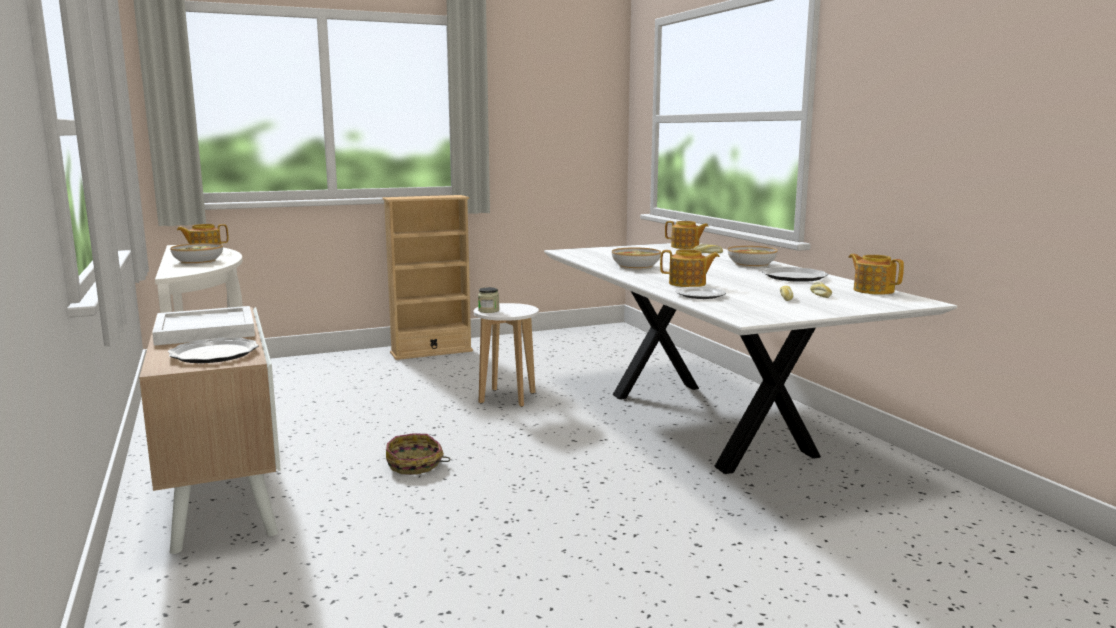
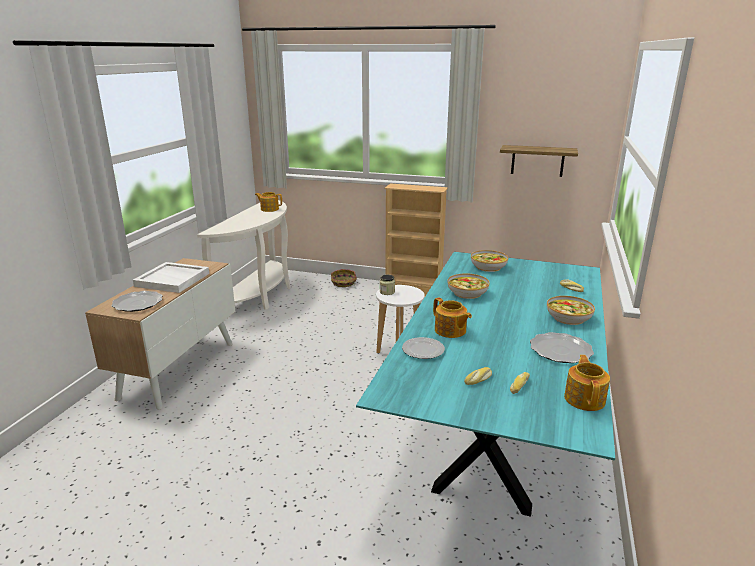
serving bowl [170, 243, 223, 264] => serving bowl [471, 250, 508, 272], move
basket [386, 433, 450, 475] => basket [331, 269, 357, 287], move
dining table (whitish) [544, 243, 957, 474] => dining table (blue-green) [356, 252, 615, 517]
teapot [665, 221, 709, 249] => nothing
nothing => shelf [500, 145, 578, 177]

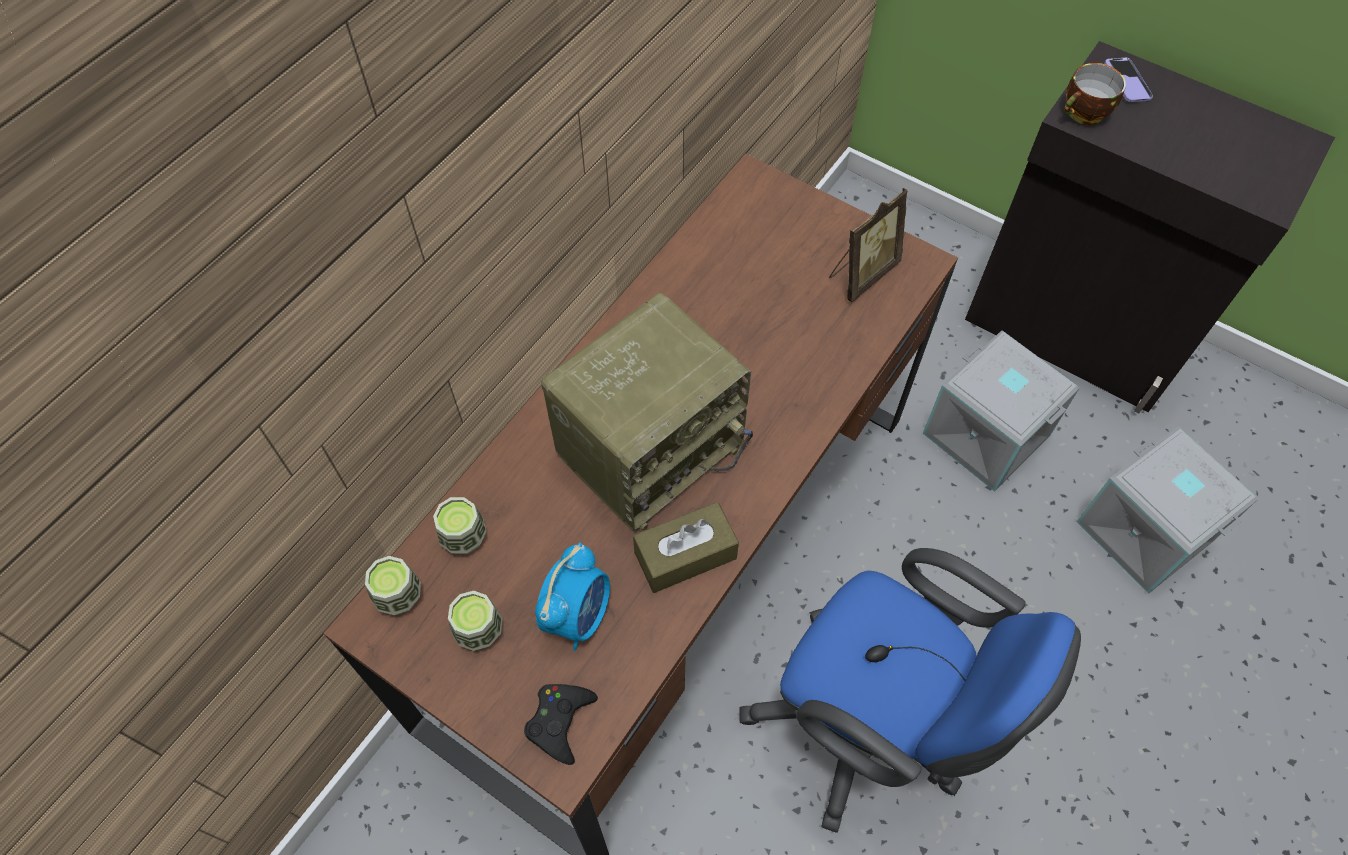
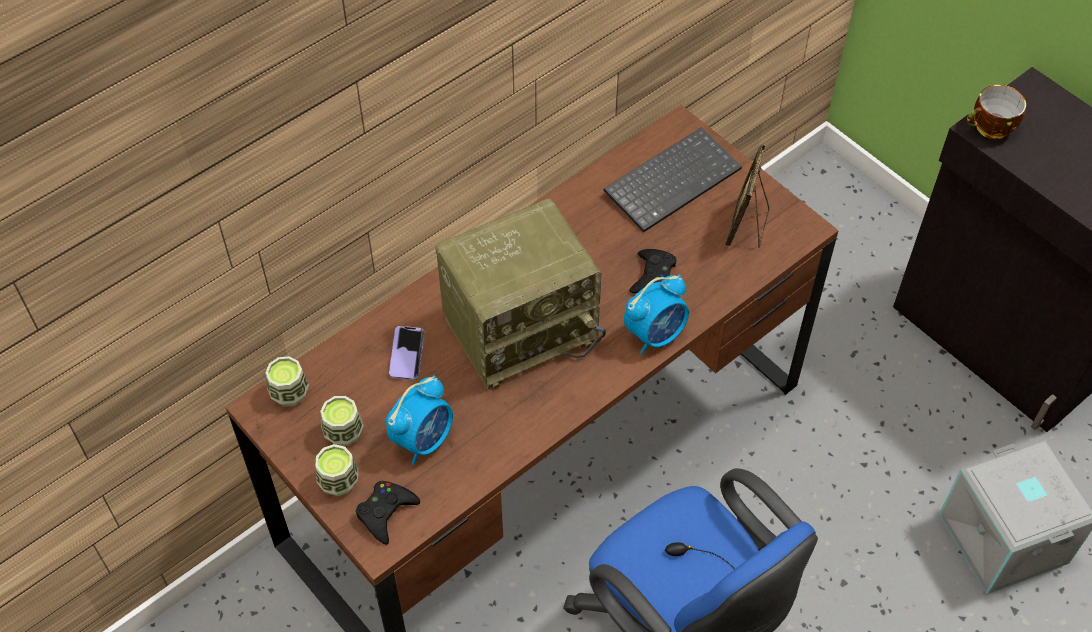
cup [433, 497, 487, 554] => cup [316, 444, 358, 496], move
tissue box (brown) [633, 502, 739, 593] => nothing
photo frame [829, 188, 908, 302] => photo frame [725, 144, 769, 248], 135 degrees clockwise
storage bin (gray) [923, 330, 1080, 491] => nothing
telephone [1104, 58, 1153, 102] => telephone [389, 326, 424, 380], move
nothing => PC keyboard [603, 127, 742, 232]
nothing => alarm clock [624, 274, 689, 355]
nothing => game controller (black) [629, 249, 676, 293]

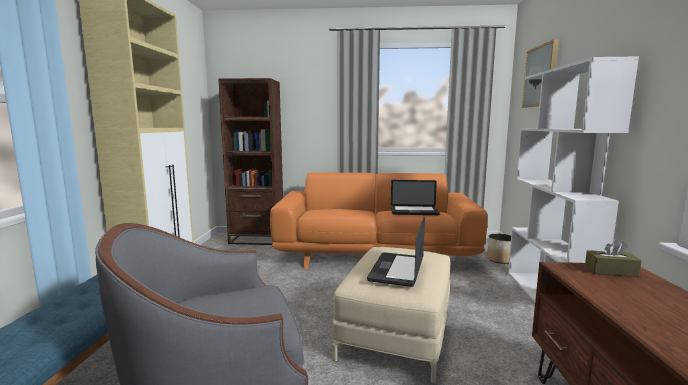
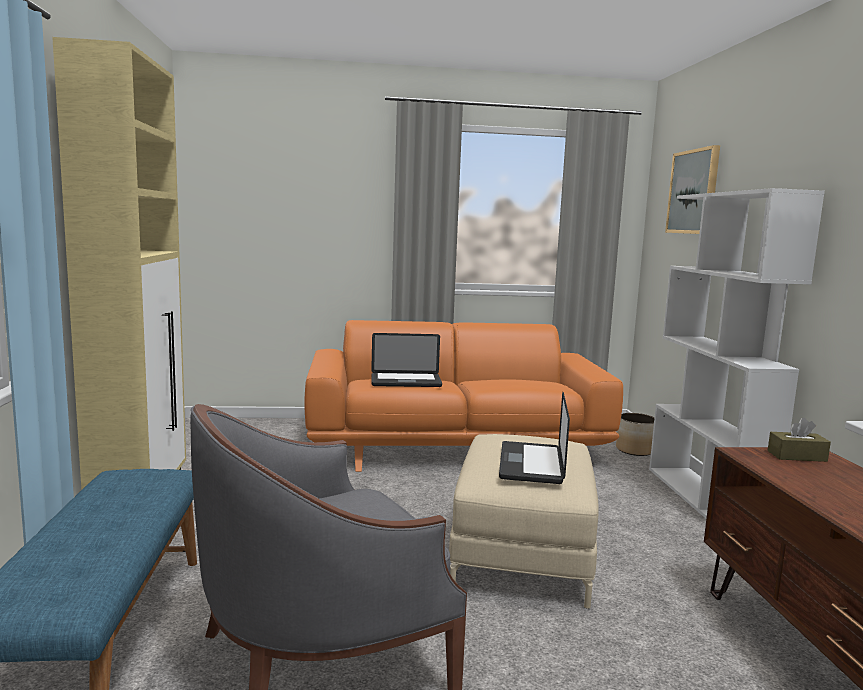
bookshelf (brown) [218, 78, 283, 245] => nothing
notebook computer [391, 180, 440, 215] => notebook computer [371, 333, 442, 387], move

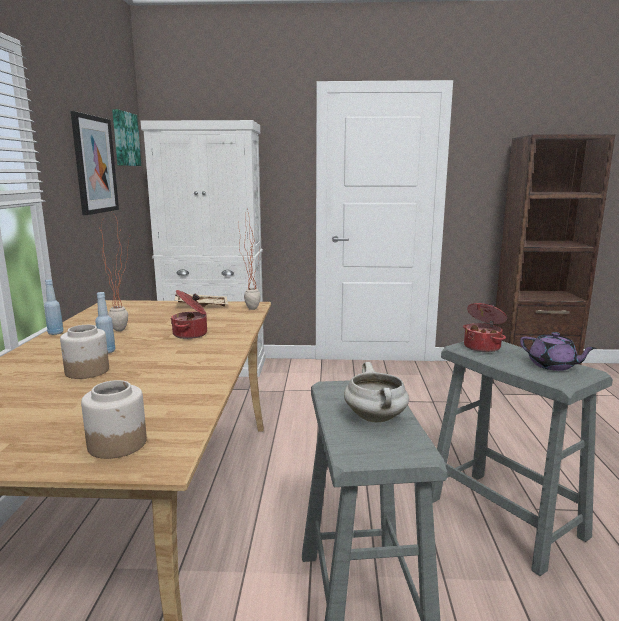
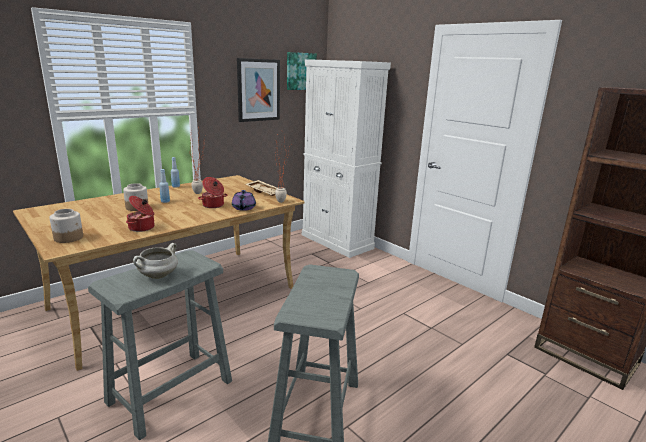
saucepot [463, 303, 507, 352] => saucepot [126, 196, 155, 232], move
teapot (purple) [520, 332, 597, 371] => teapot (purple) [232, 190, 256, 211], move

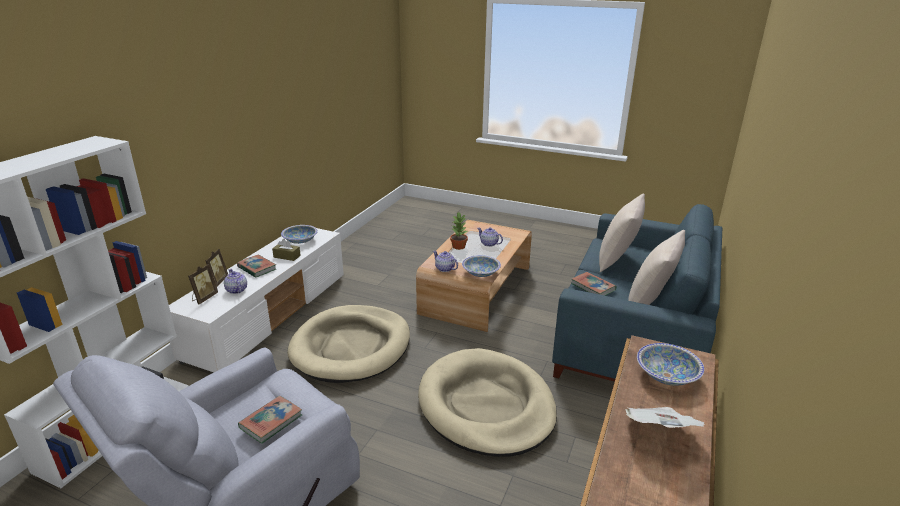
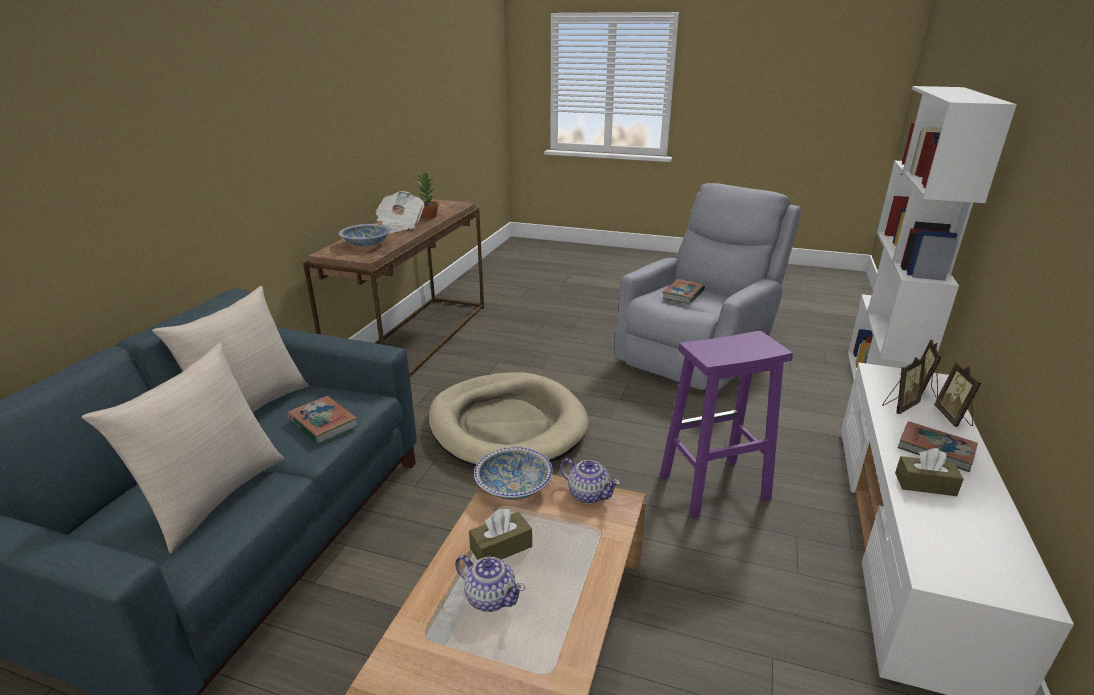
teapot [224, 269, 247, 294] => photo frame [882, 356, 926, 414]
serving bowl [281, 225, 318, 244] => nothing
pet bed (sand-coloured) [287, 305, 410, 383] => stool (purple) [660, 331, 793, 519]
plant in a pot [450, 212, 468, 250] => plant in a pot [416, 172, 439, 219], move
nothing => tissue box (brown) [469, 509, 532, 560]

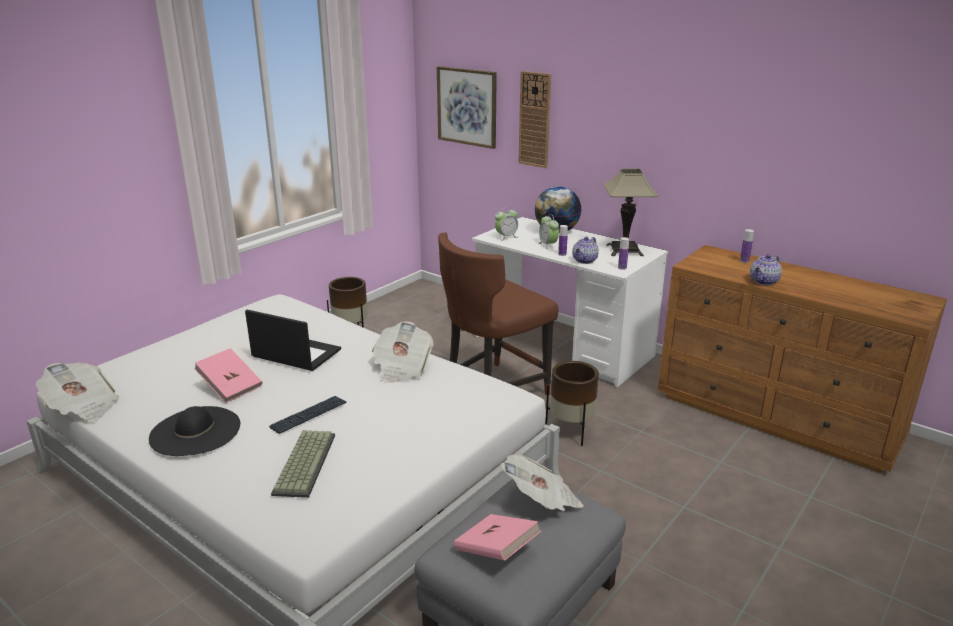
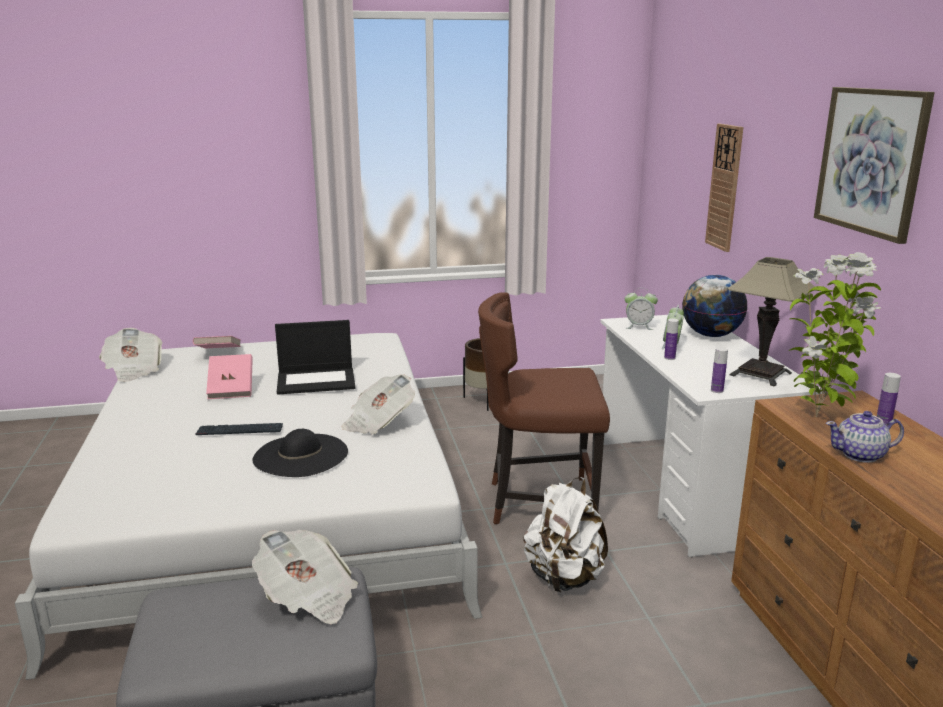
wearable hat (black) [149, 406, 240, 456] => wearable hat (black) [252, 429, 348, 477], move
notebook computer [245, 310, 341, 371] => notebook computer [275, 320, 355, 395], 105 degrees clockwise
PC keyboard [271, 430, 335, 498] => nothing
wall art [437, 66, 497, 149] => wall art [814, 87, 935, 244], move
bound book (pinkish) [454, 514, 541, 561] => bound book (pinkish) [193, 336, 241, 348], move
planter (brown) [546, 361, 599, 446] => backpack (whitish) [523, 477, 608, 592]
teapot [572, 237, 599, 264] => nothing
nothing => plant in a pot [789, 252, 881, 417]

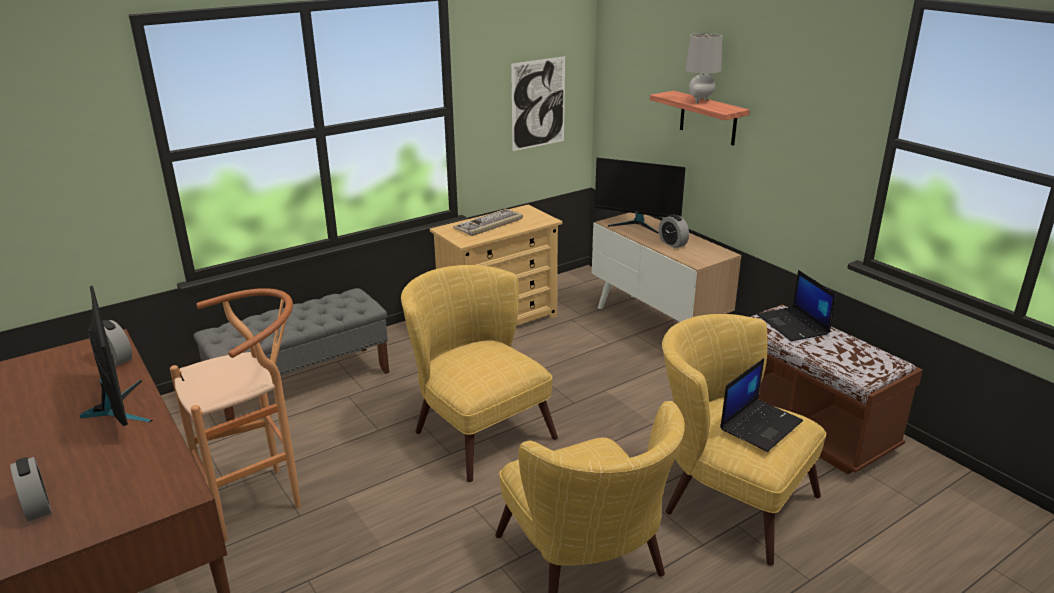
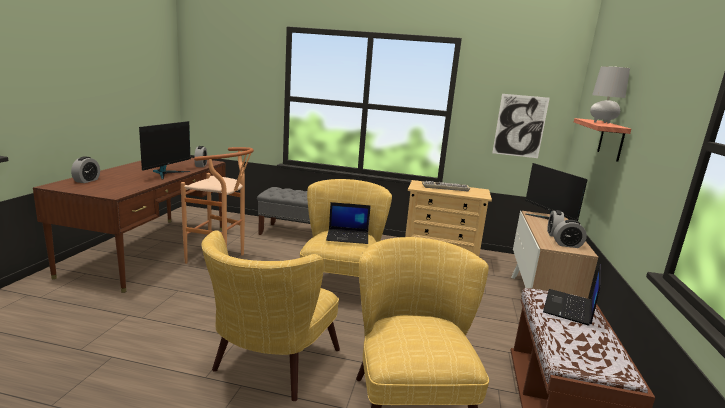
notebook computer [720, 358, 803, 452] => notebook computer [326, 202, 371, 244], move
nothing => alarm clock [553, 220, 587, 248]

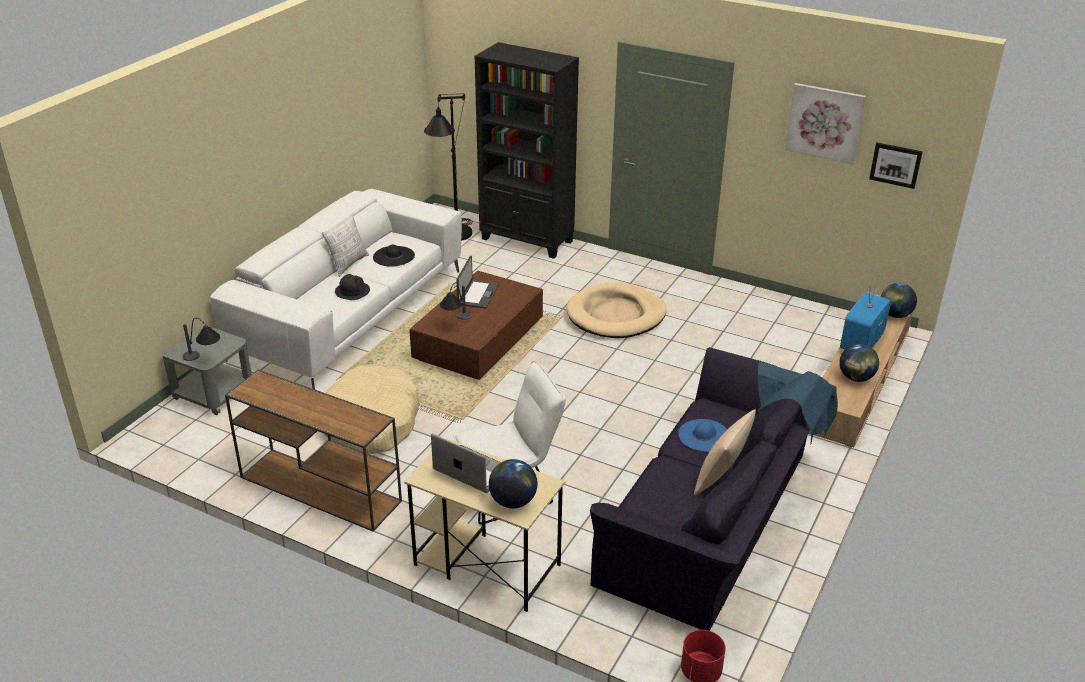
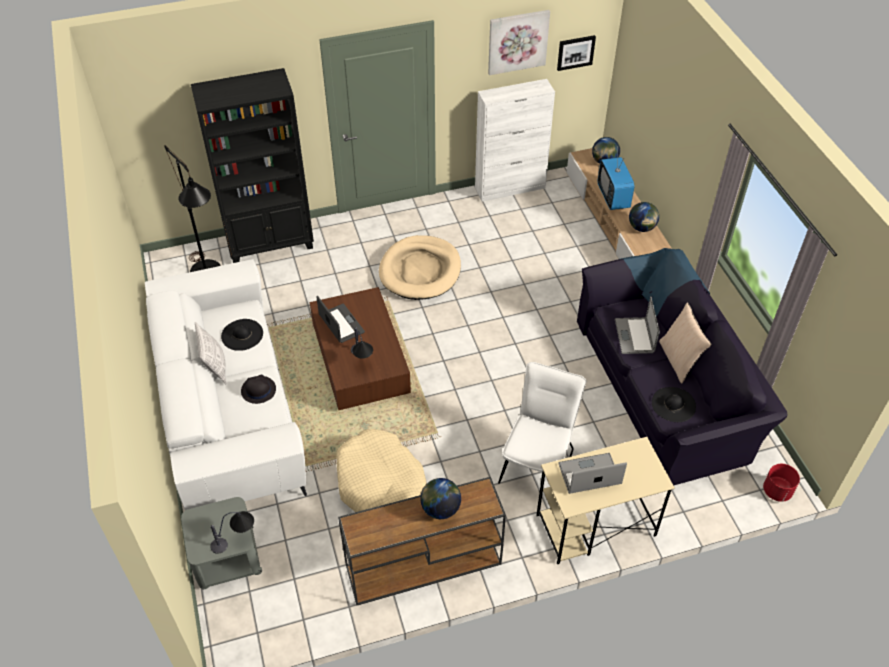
world globe [489, 459, 537, 508] => world globe [420, 478, 461, 519], move
wearable hat (bluish) [678, 419, 728, 452] => notebook computer [615, 296, 660, 354]
nothing => cupboard (whitish) [475, 79, 555, 201]
nothing => wearable hat (black) [652, 387, 696, 422]

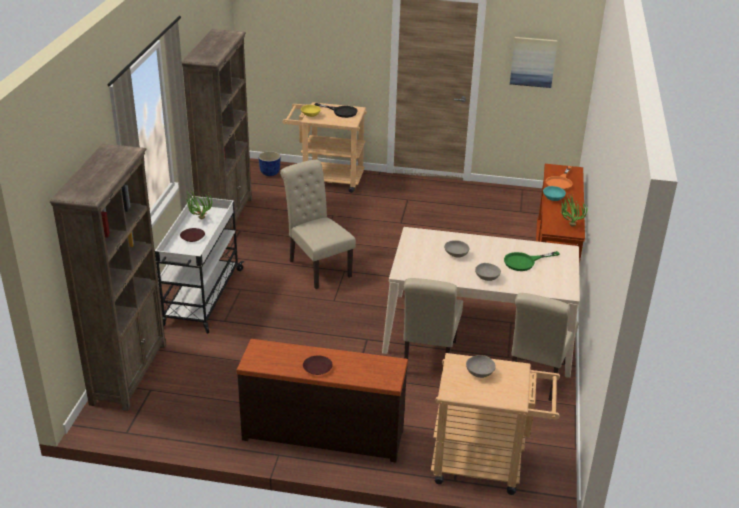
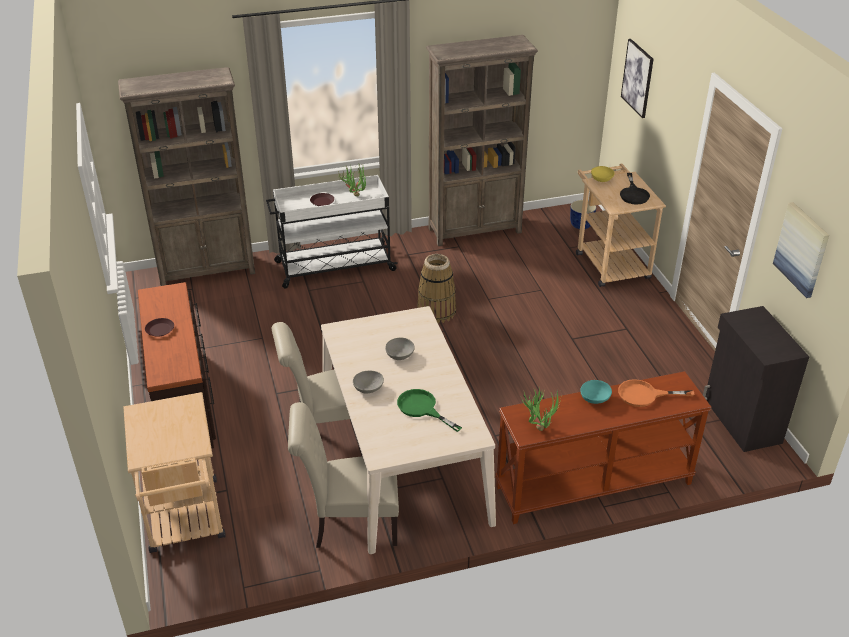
plain chair (sand-coloured) [280, 160, 356, 289] => basket [417, 254, 456, 324]
serving bowl (gray) [466, 355, 496, 378] => nothing
nothing => wall art [621, 39, 654, 118]
nothing => cupboard (black) [703, 306, 809, 452]

